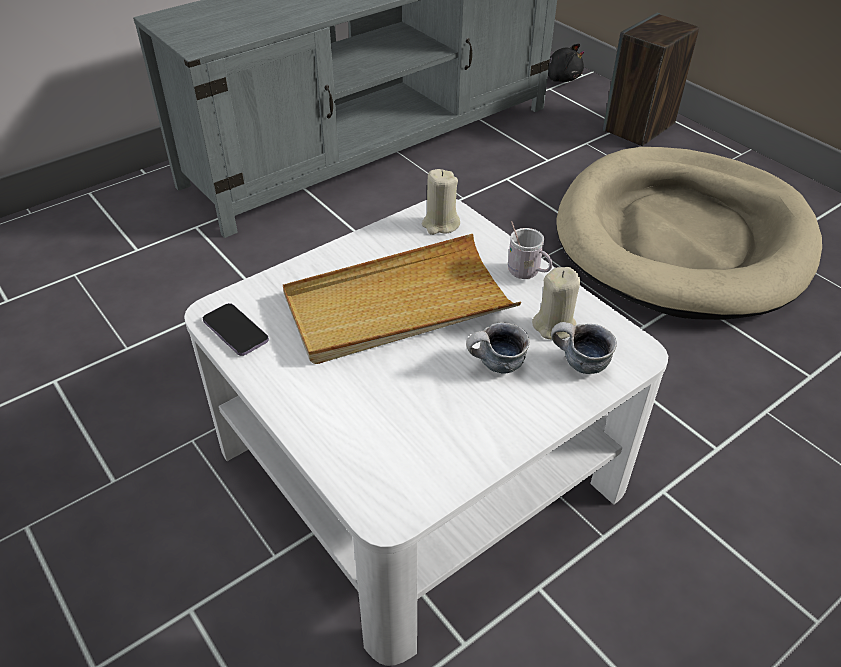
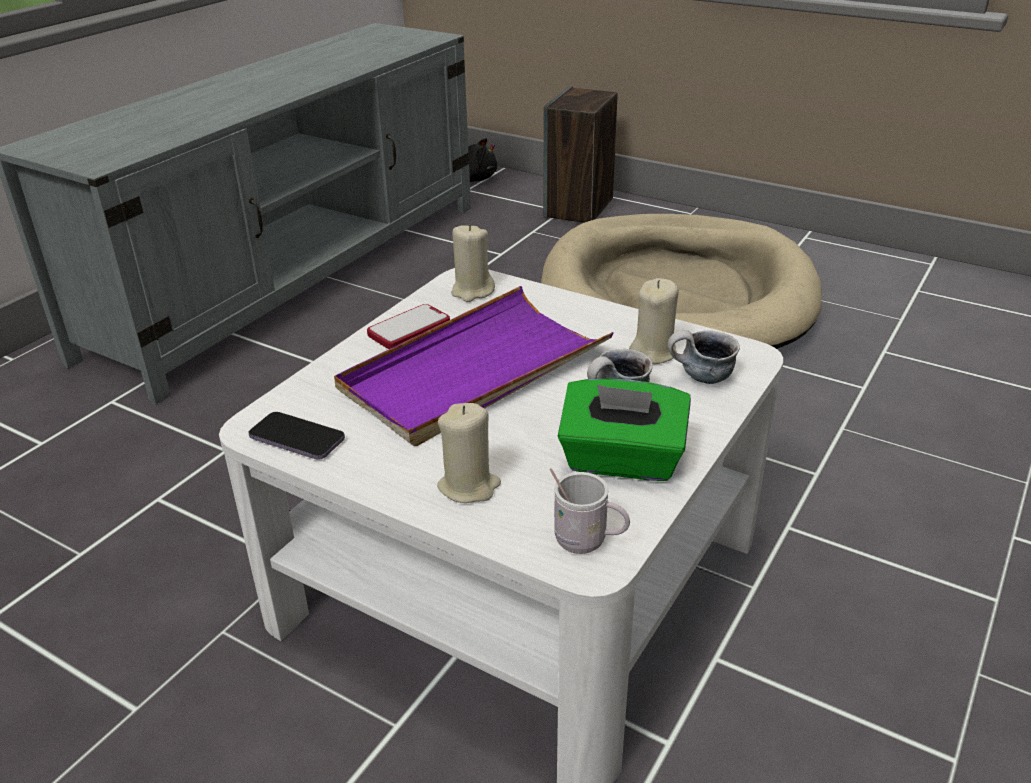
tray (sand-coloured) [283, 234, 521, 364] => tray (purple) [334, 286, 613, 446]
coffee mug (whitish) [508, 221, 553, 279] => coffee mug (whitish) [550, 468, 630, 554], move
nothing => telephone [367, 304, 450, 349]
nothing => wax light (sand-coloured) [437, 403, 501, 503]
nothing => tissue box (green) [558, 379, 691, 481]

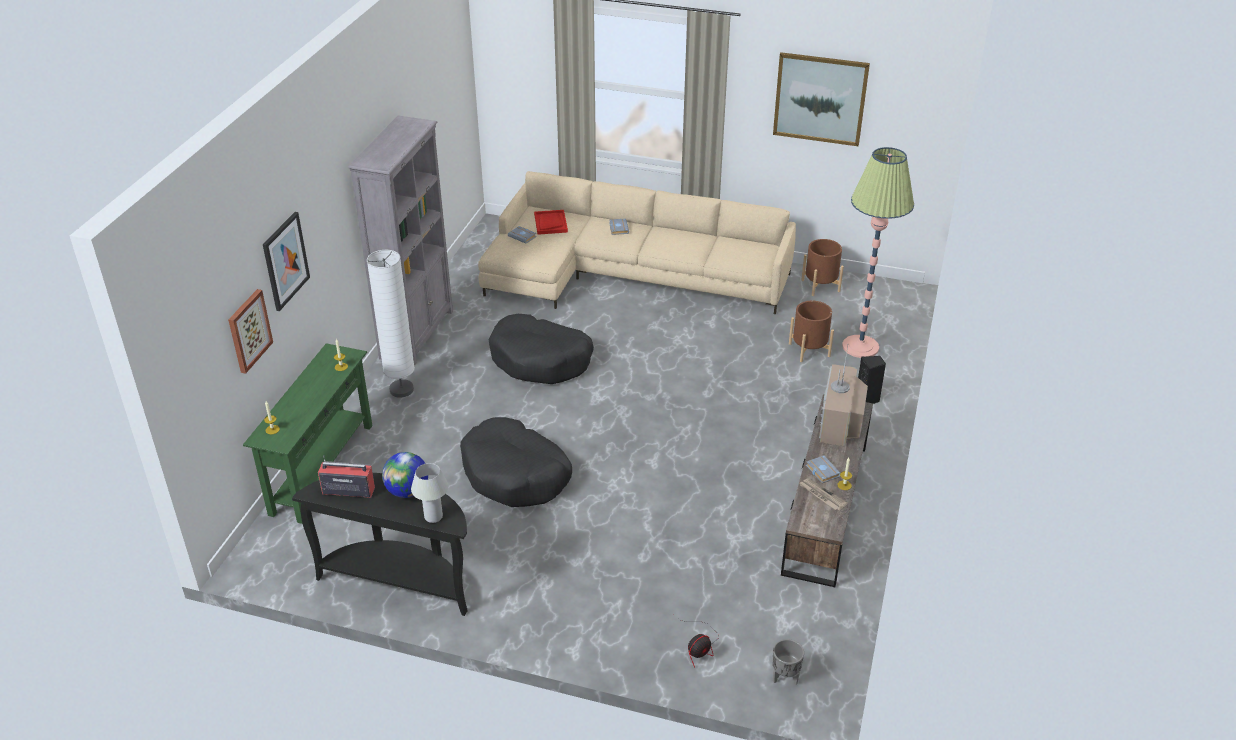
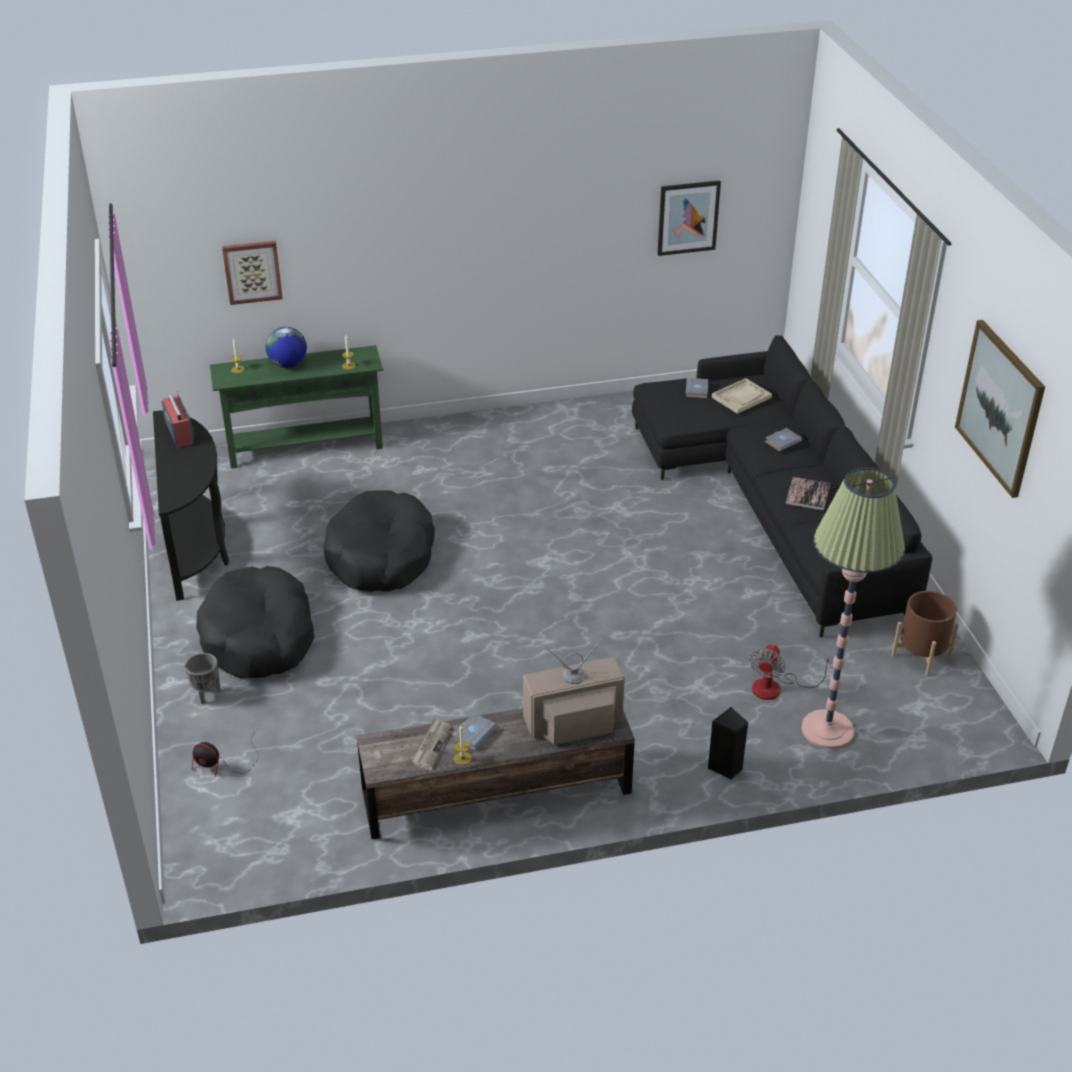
wall art [263, 212, 310, 311] => wall art [657, 180, 721, 256], move
bookshelf (gray) [348, 116, 453, 366] => nothing
floor lamp (whitish) [367, 250, 415, 398] => nothing
world globe [382, 452, 428, 498] => world globe [266, 327, 307, 368], move
table lamp (whitish) [411, 463, 449, 523] => nothing
couch (sand-coloured) [478, 171, 796, 314] => couch (black) [632, 335, 932, 638]
pet bed (black) [489, 314, 594, 384] => pet bed (black) [196, 566, 314, 678], move
tray (reddish) [534, 210, 568, 235] => tray (sand-coloured) [711, 378, 772, 414]
planter (gray) [772, 639, 804, 685] => planter (gray) [185, 653, 221, 704], move
planter (brown) [789, 301, 834, 362] => fan [750, 644, 833, 700]
nothing => bound book [786, 477, 830, 511]

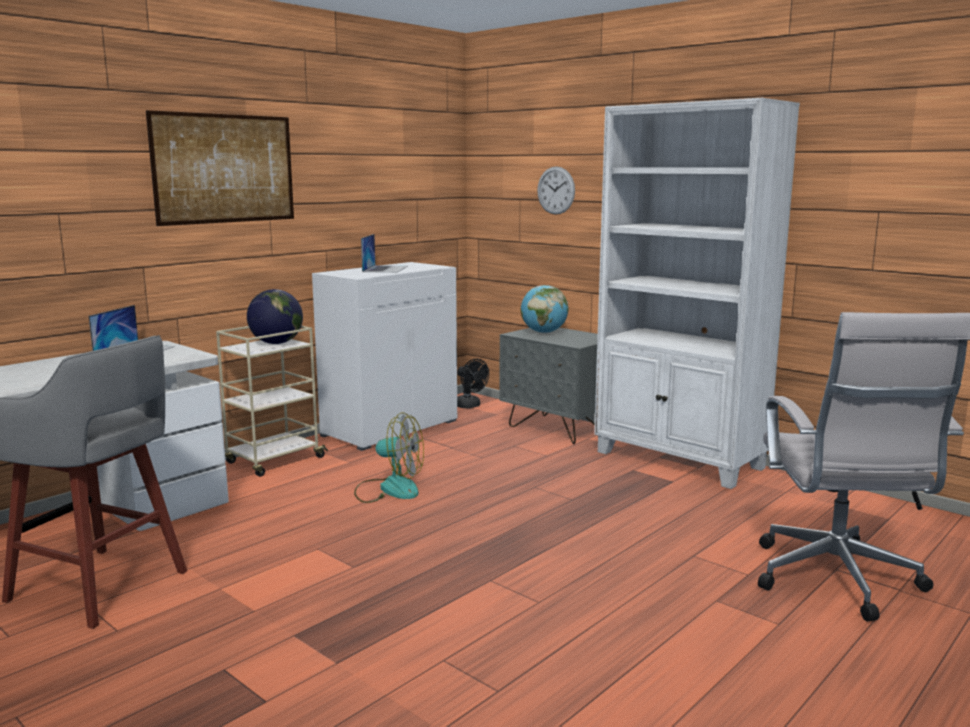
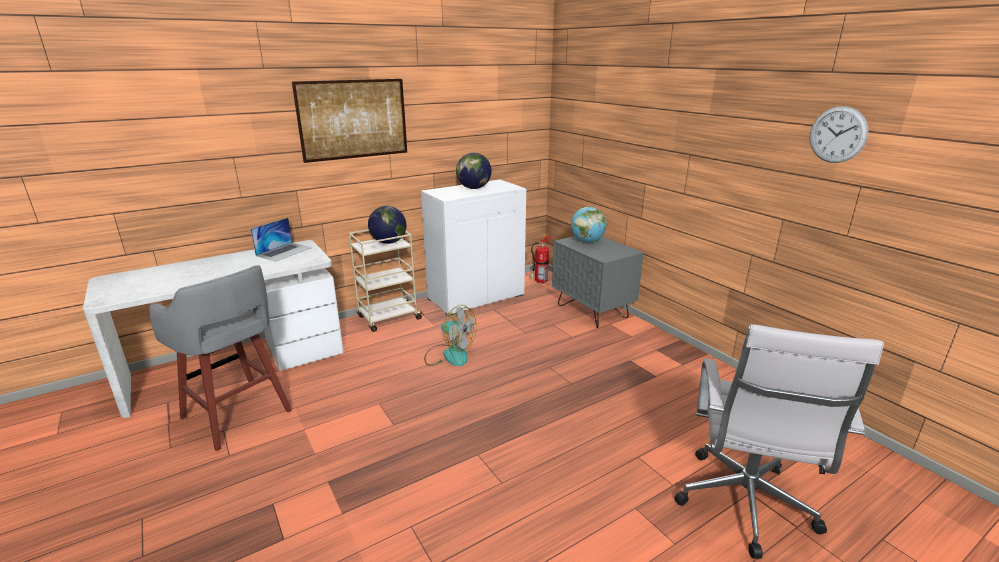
notebook computer [361, 234, 408, 273] => world globe [456, 153, 492, 189]
fan (black) [457, 359, 489, 408] => extinguisher [530, 233, 552, 284]
hanging clock [537, 166, 575, 215] => hanging clock [809, 106, 869, 163], move
bookshelf (whitish) [594, 98, 800, 489] => nothing

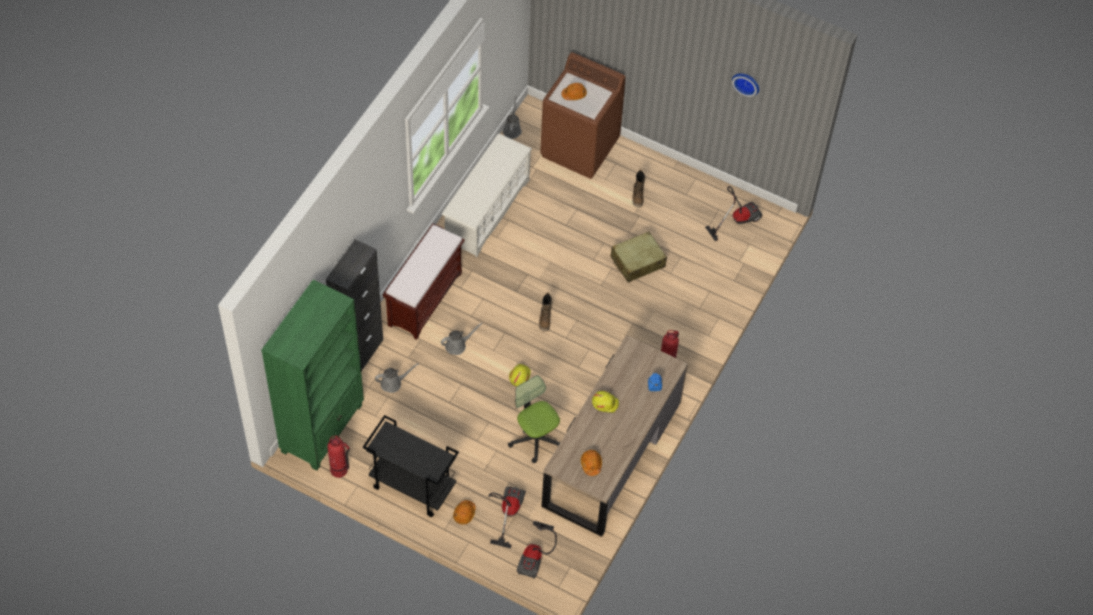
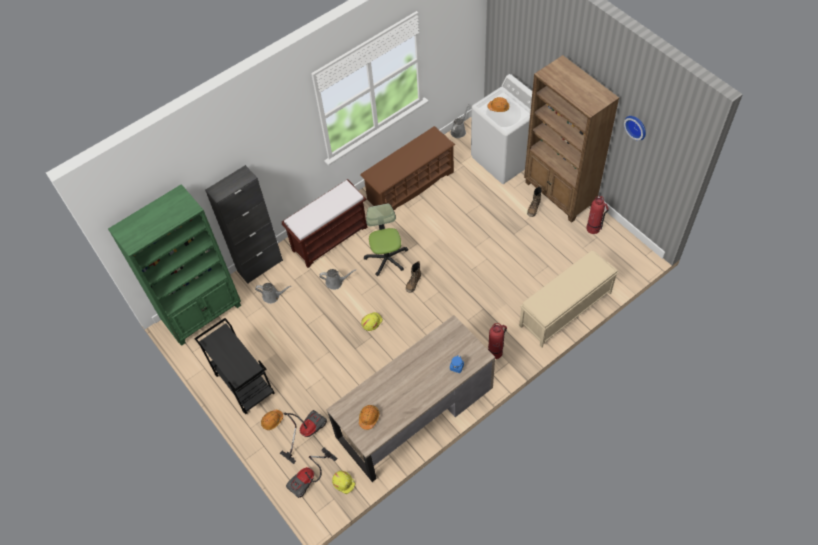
extinguisher [327, 436, 350, 478] => extinguisher [586, 196, 609, 234], move
shoe stand (whitish) [442, 133, 532, 258] => shoe stand (brown) [360, 126, 455, 210]
office chair [508, 375, 560, 463] => office chair [364, 203, 408, 276], move
washing machine (brown) [540, 52, 626, 179] => washing machine (whitish) [471, 74, 532, 184]
safety helmet (yellowish) [592, 391, 619, 413] => safety helmet (yellowish) [332, 471, 355, 494], move
suitcase (sand-coloured) [610, 231, 667, 282] => nothing
vacuum cleaner [705, 186, 763, 241] => nothing
nothing => long seat (sand-coloured) [519, 251, 618, 348]
nothing => bookshelf (brown) [524, 55, 619, 223]

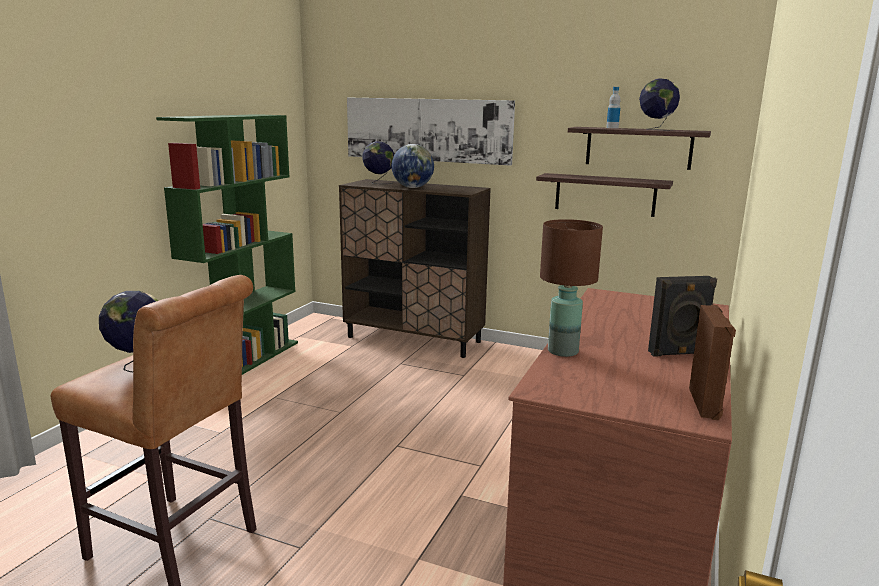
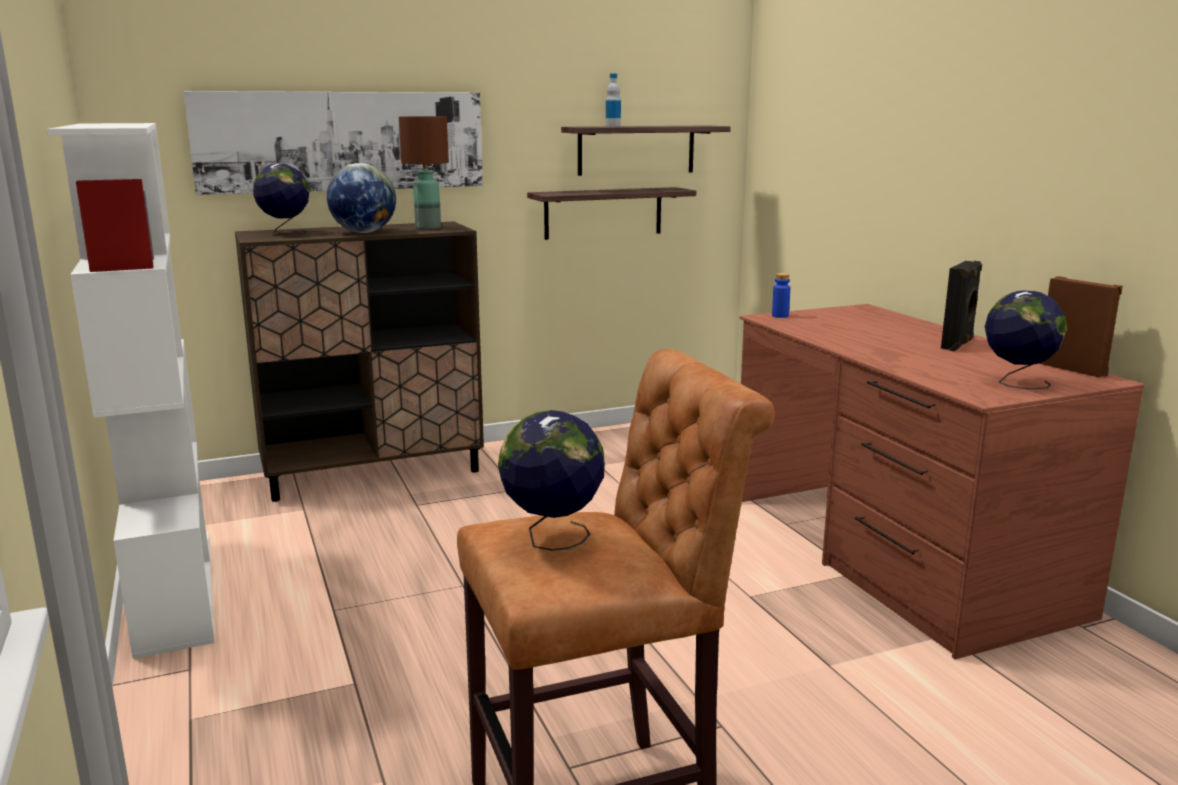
bookshelf (green) [156, 114, 298, 375] => bookshelf (whitish) [47, 123, 215, 659]
table lamp (brown) [540, 219, 603, 357] => table lamp (brown) [399, 116, 449, 229], move
world globe [639, 78, 680, 130] => world globe [985, 291, 1067, 389], move
nothing => bottle (bluish) [772, 273, 790, 318]

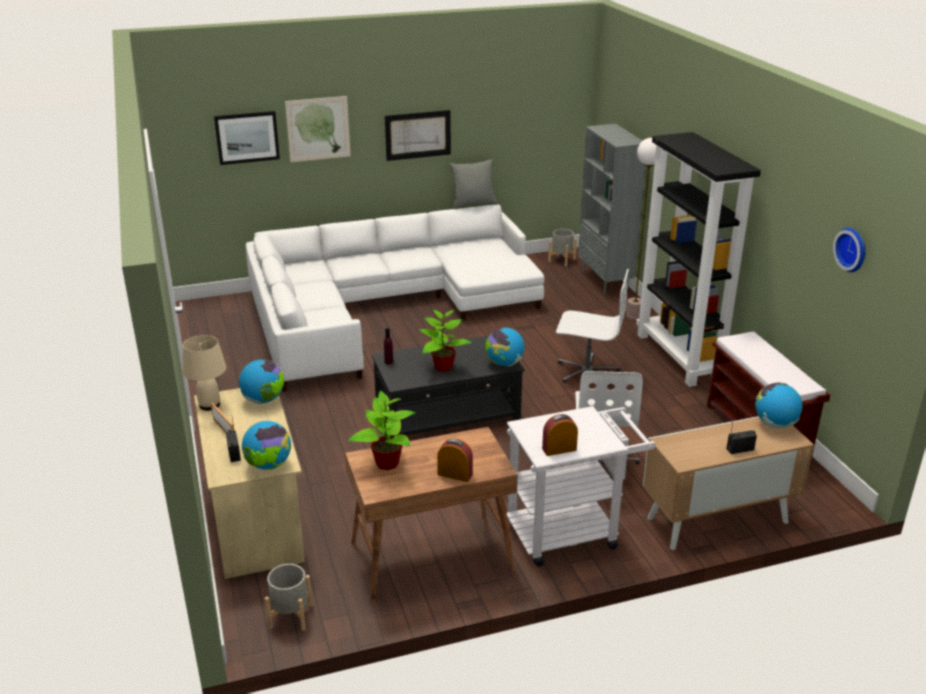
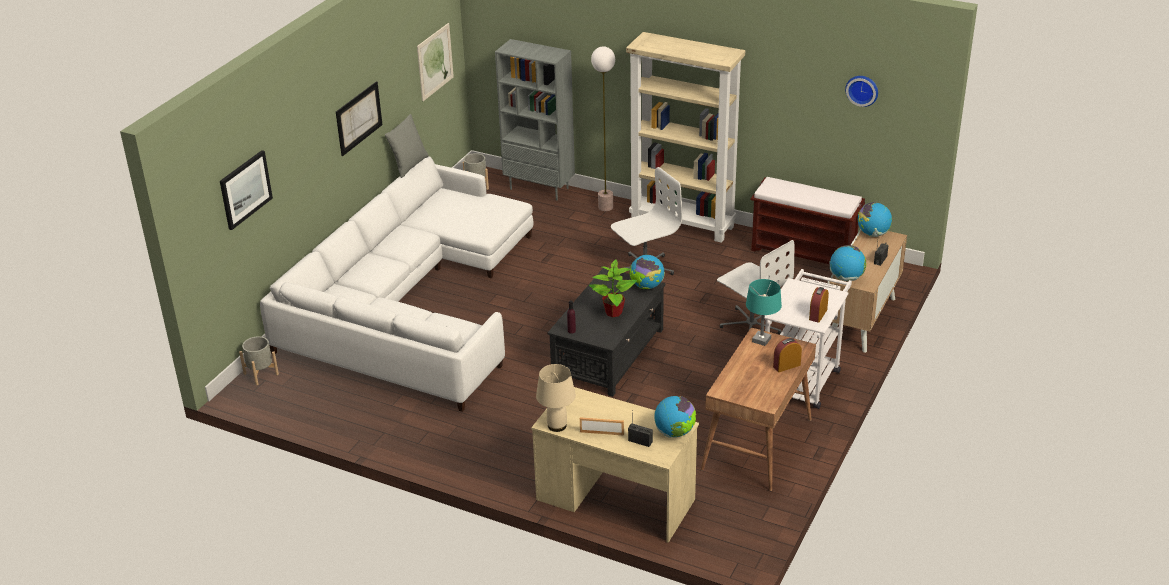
world globe [239, 359, 284, 404] => world globe [830, 245, 866, 281], move
planter (gray) [265, 564, 313, 631] => planter (gray) [239, 336, 279, 385], move
wall art [285, 96, 351, 162] => wall art [417, 23, 454, 101], move
plant in a pot [348, 391, 416, 470] => nothing
bookshelf (black) [636, 132, 761, 387] => bookshelf (sand-coloured) [626, 32, 745, 243]
nothing => table lamp (blue-green) [746, 279, 782, 346]

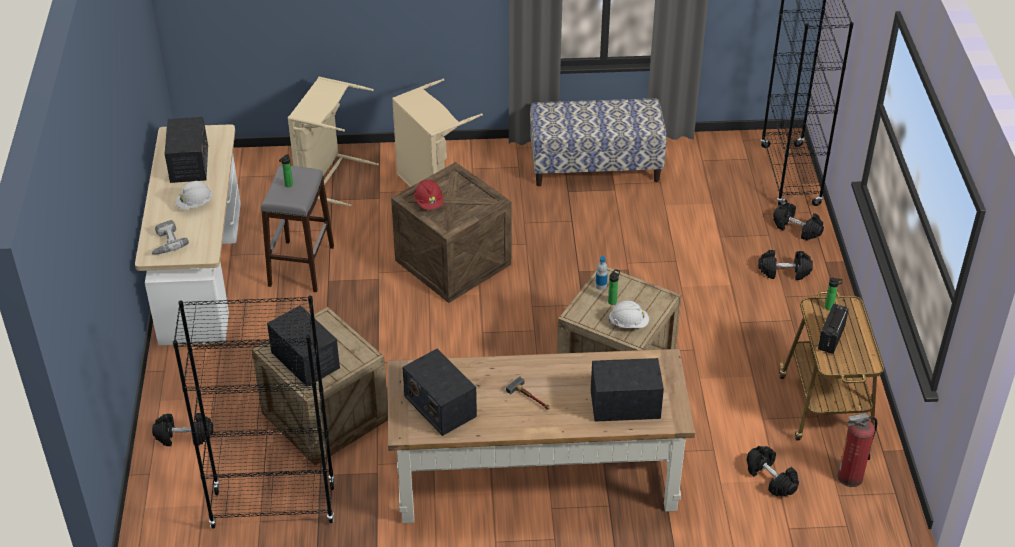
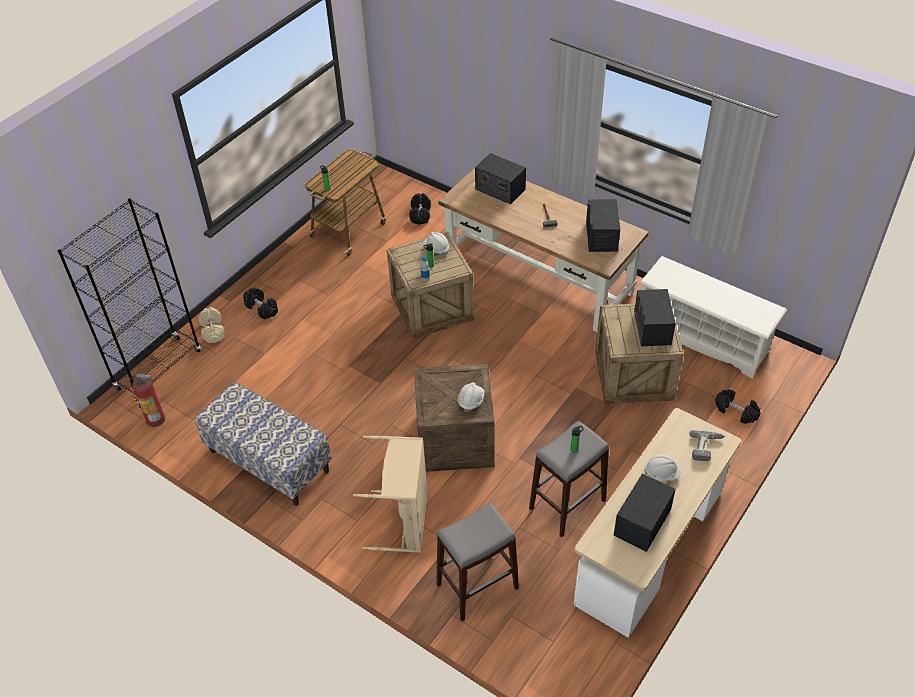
bookshelf (black) [173, 296, 335, 528] => shoe stand (whitish) [640, 256, 787, 379]
laundry basket (sand-coloured) [288, 77, 379, 207] => stool (gray) [436, 503, 519, 621]
safety helmet (reddish) [414, 179, 443, 210] => safety helmet (whitish) [458, 382, 484, 413]
hand weight (black) [773, 203, 824, 241] => hand weight (sand-coloured) [198, 307, 225, 343]
radio [818, 303, 849, 354] => nothing
extinguisher [837, 413, 877, 487] => extinguisher [130, 373, 165, 427], move

